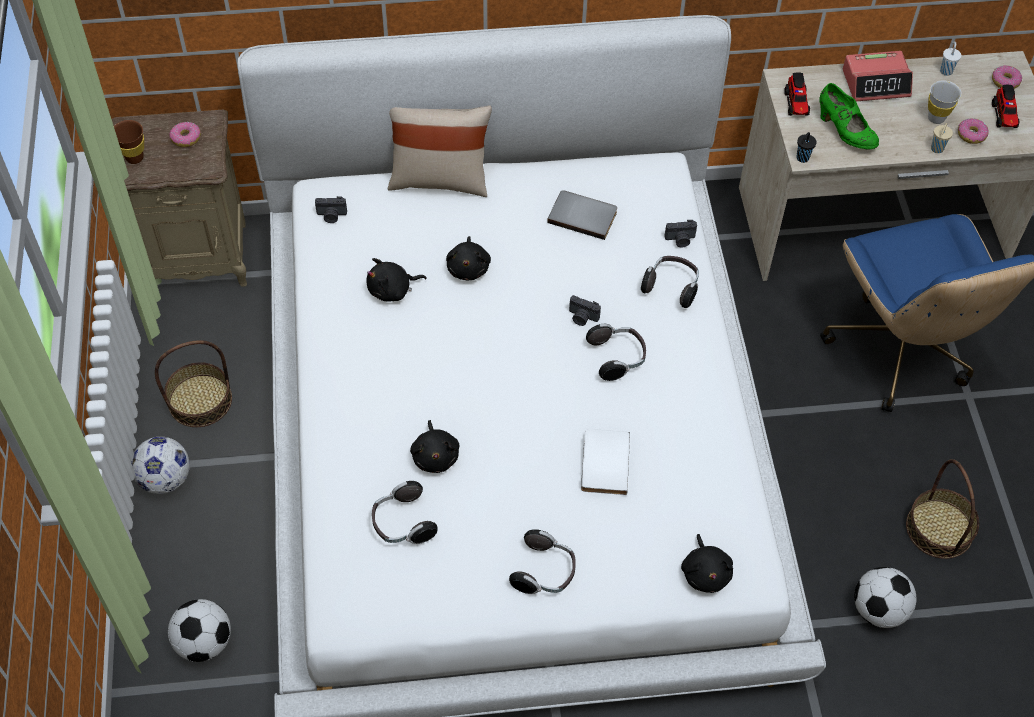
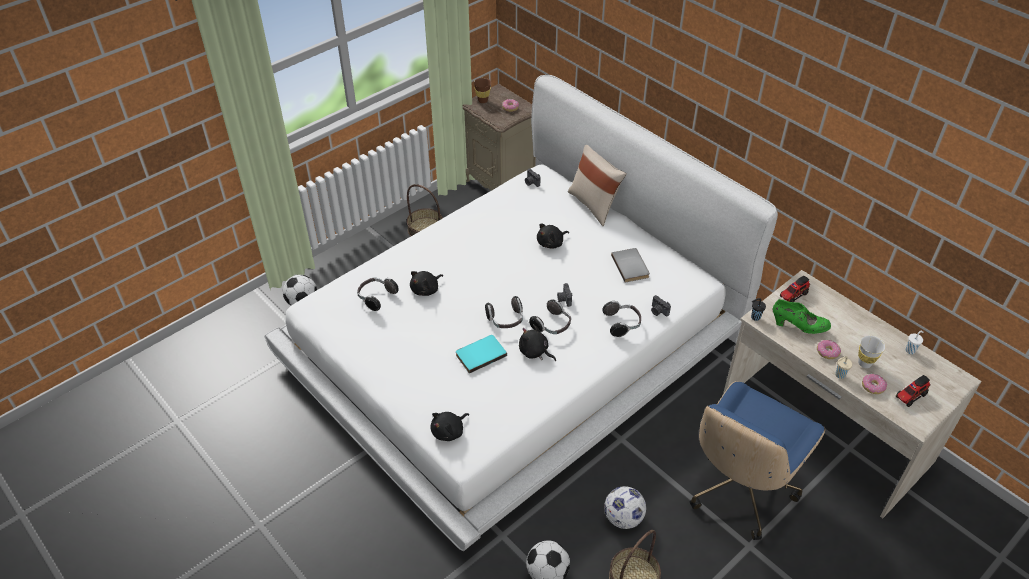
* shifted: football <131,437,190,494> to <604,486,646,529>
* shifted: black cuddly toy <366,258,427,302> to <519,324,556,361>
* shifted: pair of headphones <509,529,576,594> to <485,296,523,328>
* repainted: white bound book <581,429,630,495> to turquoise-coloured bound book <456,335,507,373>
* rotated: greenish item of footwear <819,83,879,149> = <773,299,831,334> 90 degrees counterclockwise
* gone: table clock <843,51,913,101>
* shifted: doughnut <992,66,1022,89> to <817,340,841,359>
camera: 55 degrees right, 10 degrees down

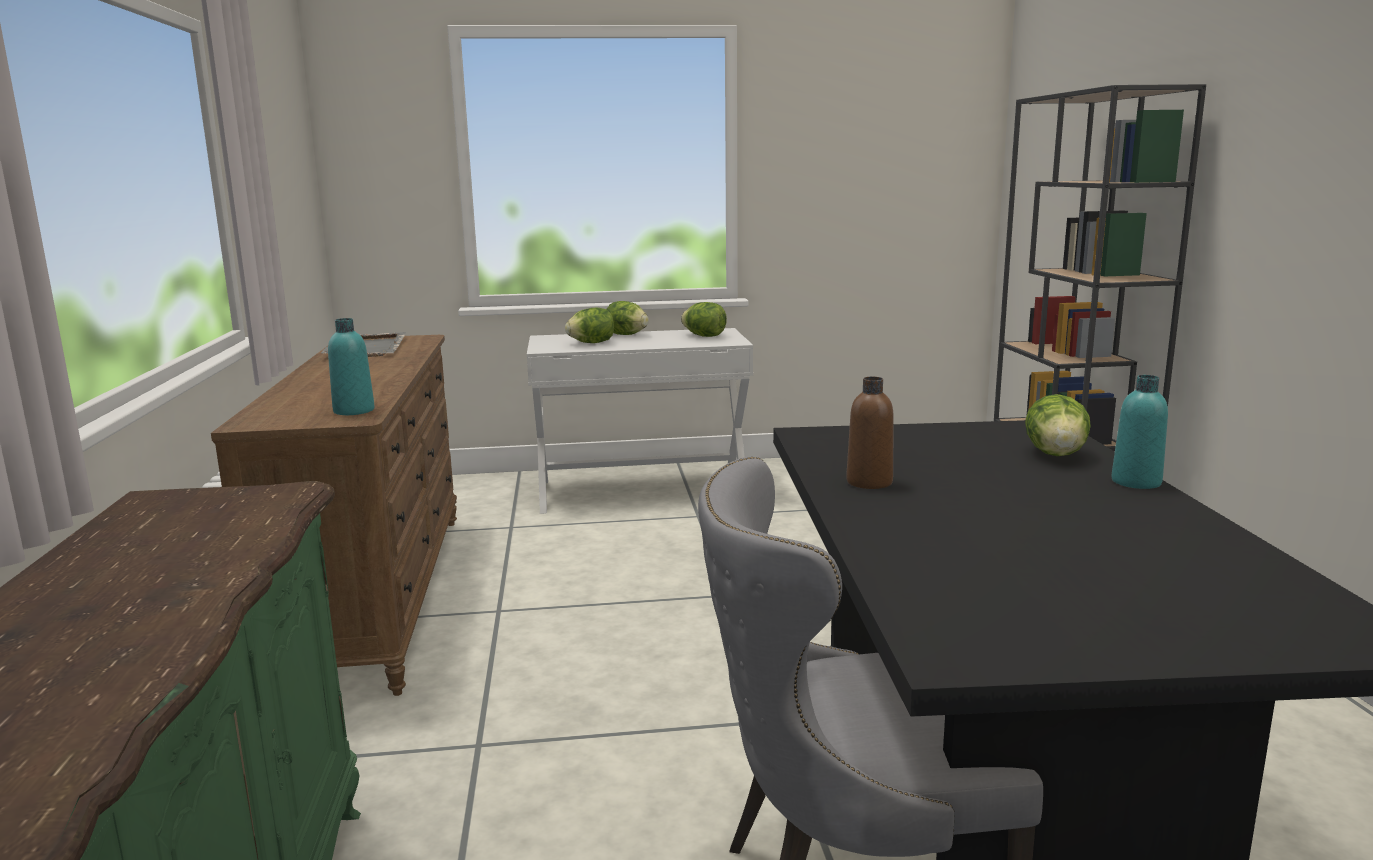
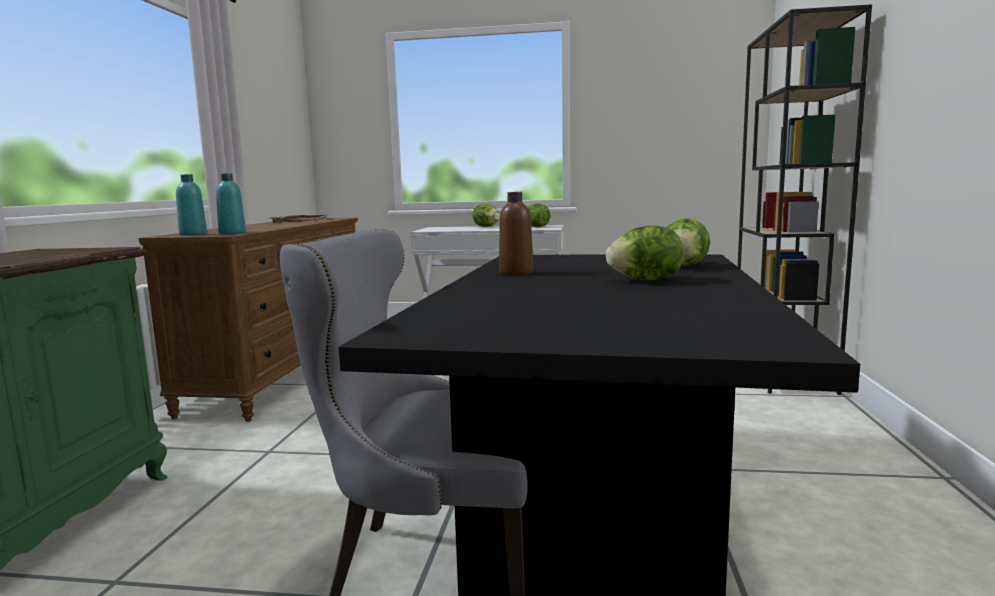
* shifted: head of lettuce <565,307,614,343> to <606,225,683,280>
* shifted: turquoise-coloured drink bottle <1111,375,1168,489> to <176,174,207,235>
camera: 15 degrees right, 5 degrees down

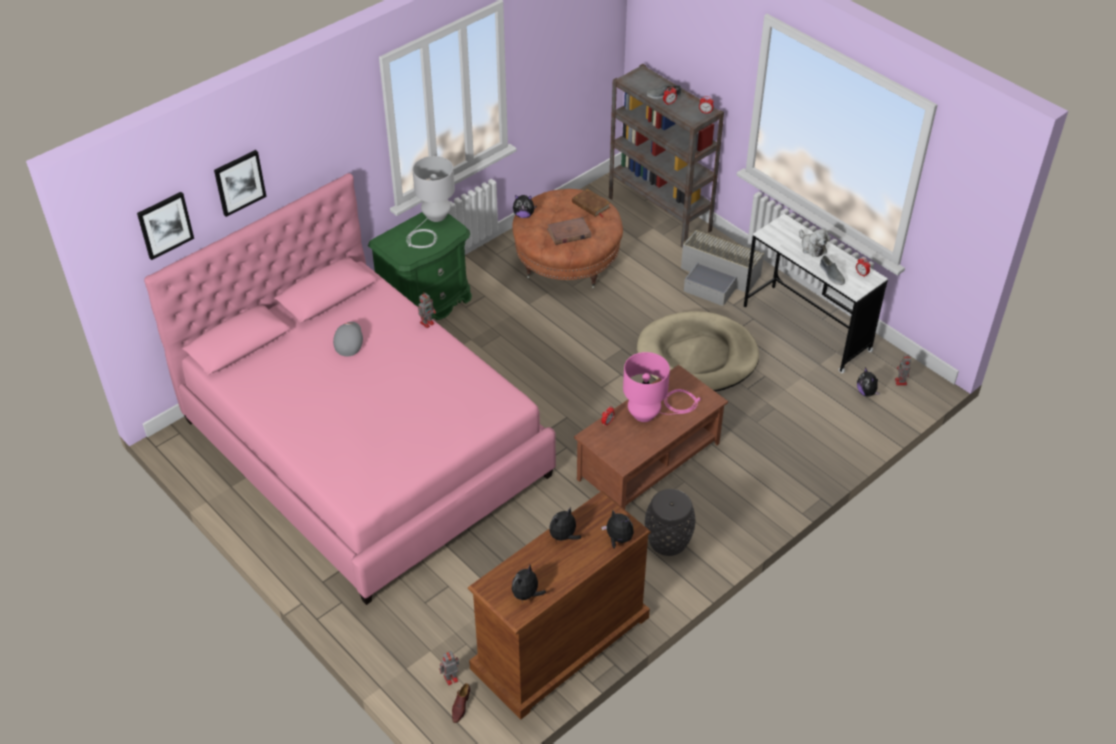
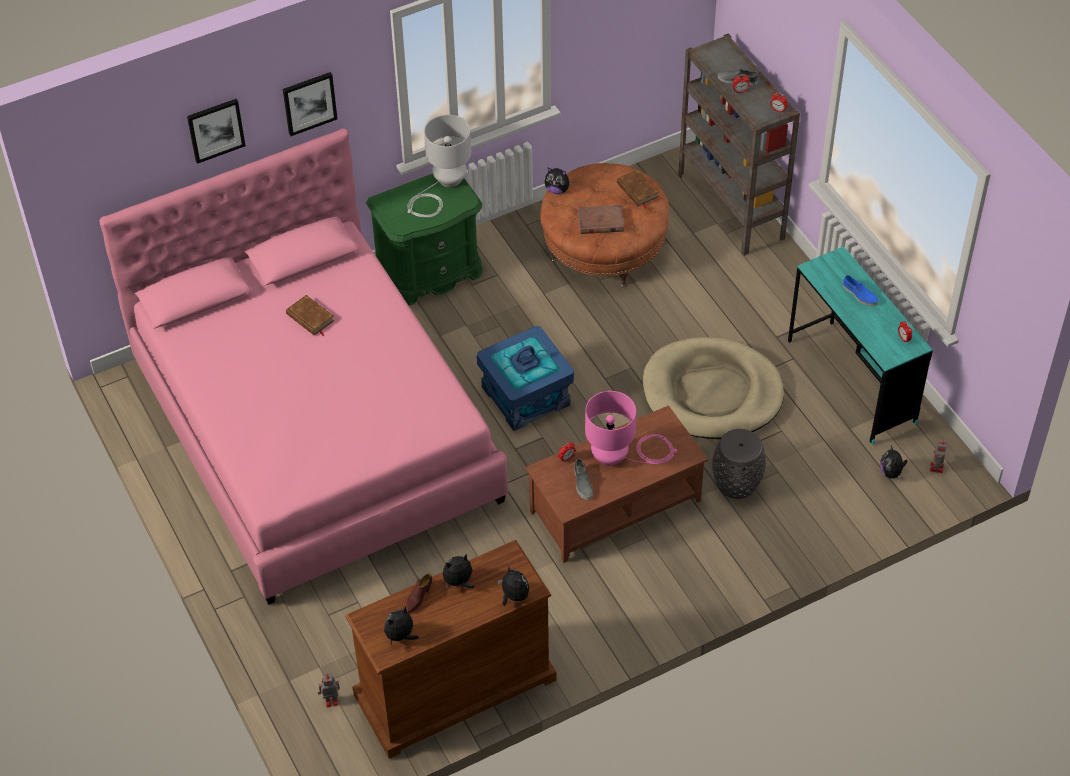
* shifted: picture <137,192,194,260> to <283,72,337,136>
* swapped: greyish baseball cap <333,322,363,357> to brown-coloured bound book <286,295,334,336>
* gone: model robot <418,293,436,328>
* shifted: brown-coloured item of footwear <452,683,470,723> to <406,574,432,613>
* shifted: greyish stool <645,489,695,556> to <712,429,766,499>
* gone: greyish storage box <681,228,764,306>
* repainted: white desk unit <744,214,888,373> to turquoise-coloured desk unit <788,246,933,445>
* swapped: cuddly toy <799,229,830,257> to blue-coloured item of footwear <843,275,878,306>
* shifted: greyish item of footwear <820,256,845,285> to <574,459,593,500>
* new: blue-coloured storage box <477,326,574,431>
camera: 15 degrees right, 5 degrees up

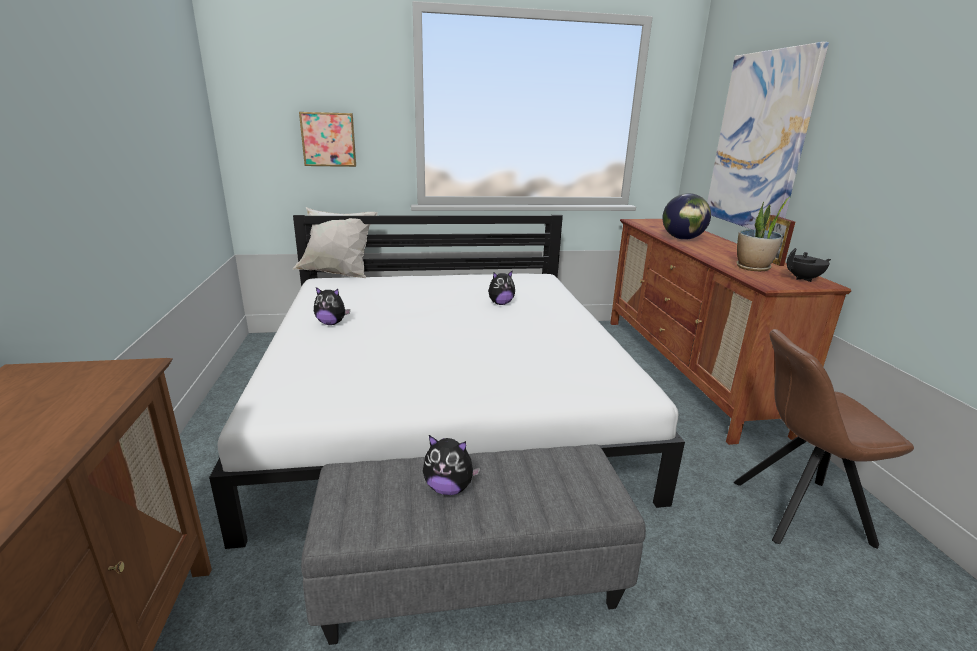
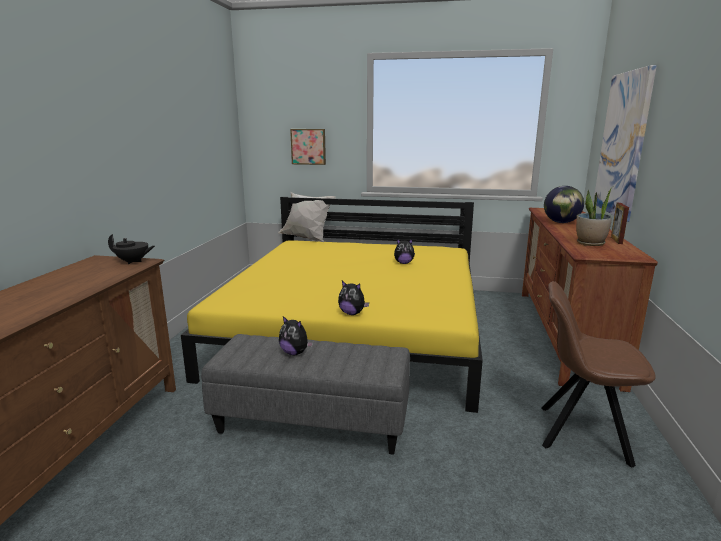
* repainted: white bed <209,215,685,549> to yellow-coloured bed <181,197,483,413>
* shifted: cuddly toy <314,287,350,325> to <338,281,369,315>
* shifted: black tea pot <787,248,831,282> to <108,234,155,264>
camera: 20 degrees right, 5 degrees down

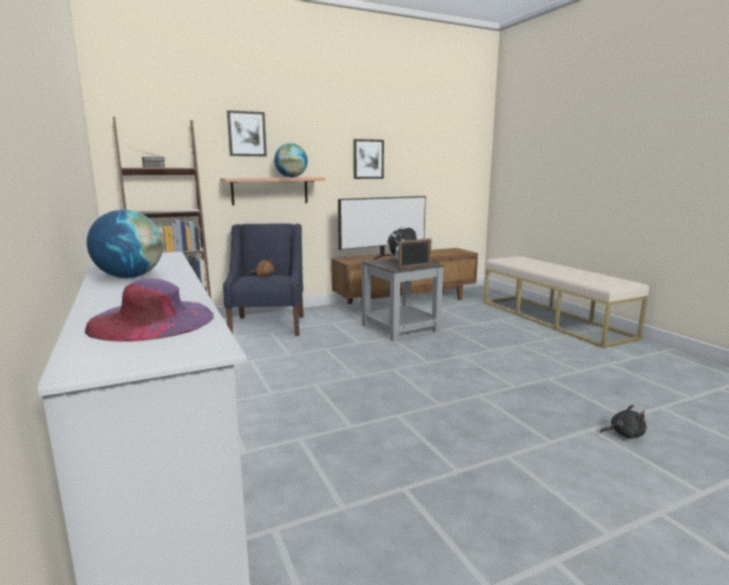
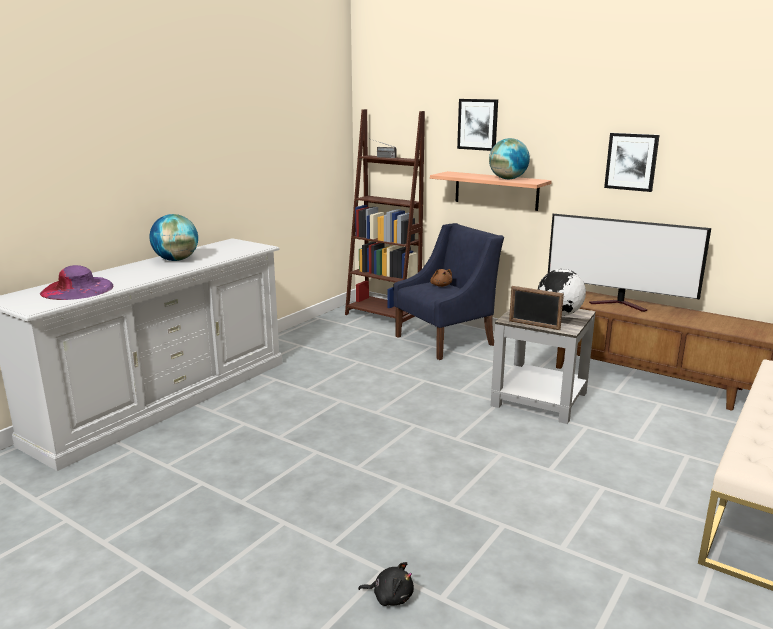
* rotated: black cuddly toy <600,405,646,439> = <358,562,414,606> 45 degrees counterclockwise
camera: 60 degrees right, 5 degrees up

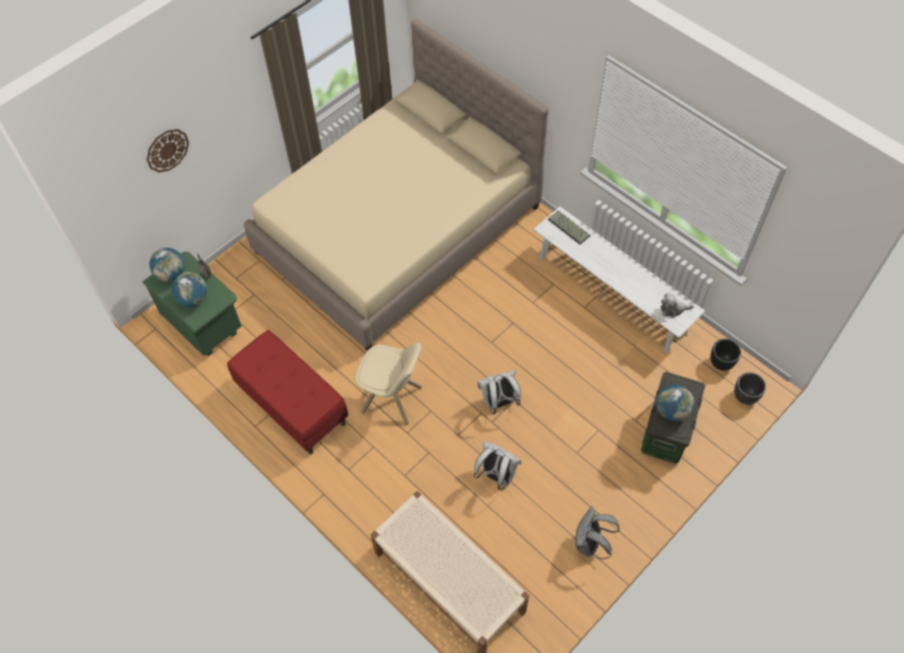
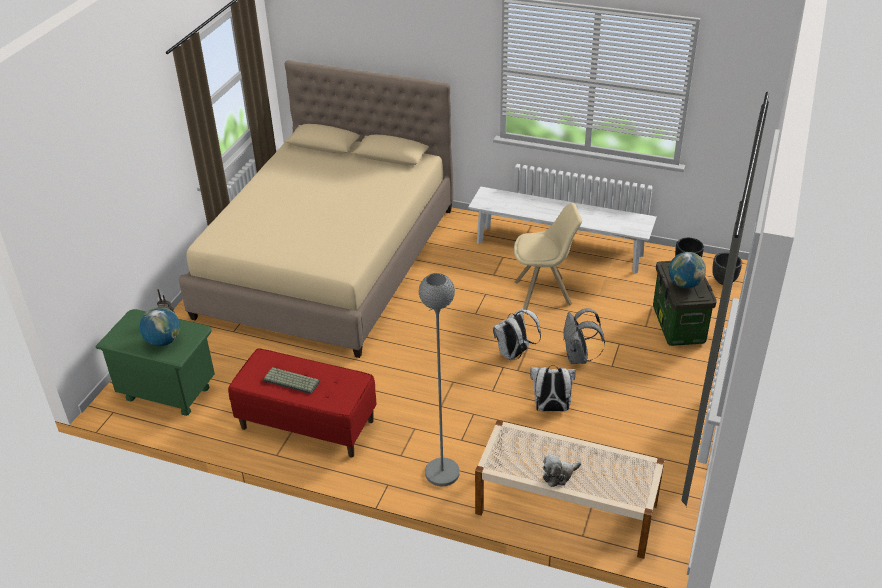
* gone: clock on the wall <147,129,189,172>
* gone: globe <149,248,185,282>
* shifted: beige-coloured chair <355,343,422,425> to <514,203,582,310>
* shifted: computer keyboard <548,210,591,245> to <263,367,320,394>
* shifted: greyish backpack <575,506,620,559> to <563,308,605,364>
* shifted: cuddly toy <661,293,694,318> to <543,454,581,487>
* new: greyish standing lamp <419,273,460,486>
camera: 25 degrees left, 20 degrees down

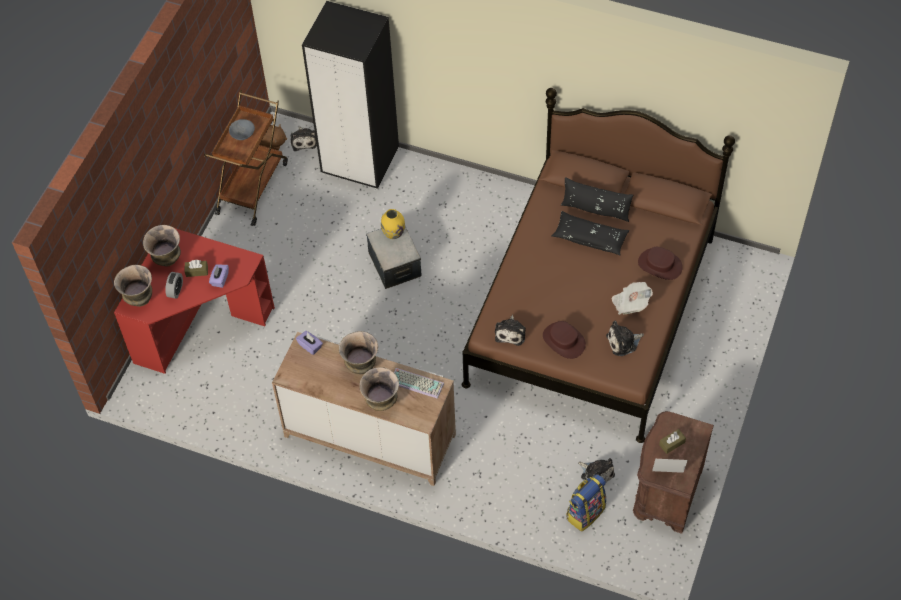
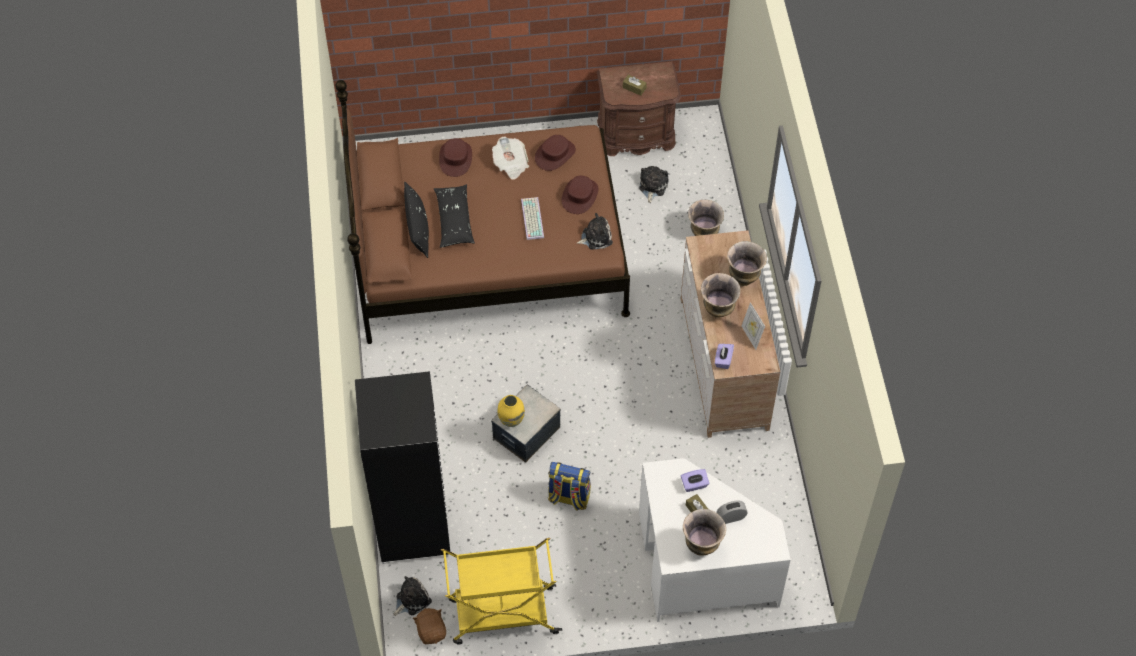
* repainted: reddish desk unit <114,228,275,374> to white desk unit <639,458,791,622>
* shifted: flower vase <114,265,152,307> to <688,200,724,236>
* repainted: brown-coloured trolley <204,90,288,226> to yellow-coloured trolley <440,538,562,645>
* gone: greyish bowl <229,119,255,140>
* shifted: computer keyboard <394,368,444,399> to <521,197,544,240>
* shifted: backpack <566,474,606,532> to <548,462,591,511>
* swapped: cuddly toy <606,321,644,356> to brown-coloured wearable hat <535,135,576,171>
* shifted: photo frame <652,459,688,473> to <742,302,765,350>
camera: 120 degrees left, 0 degrees up

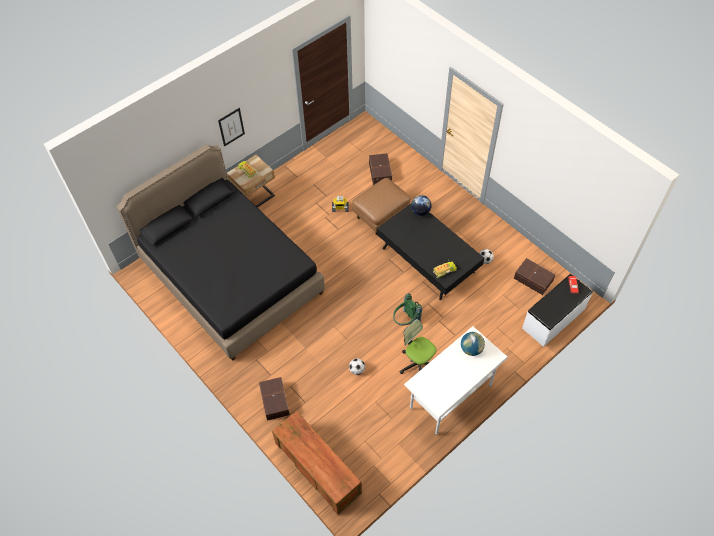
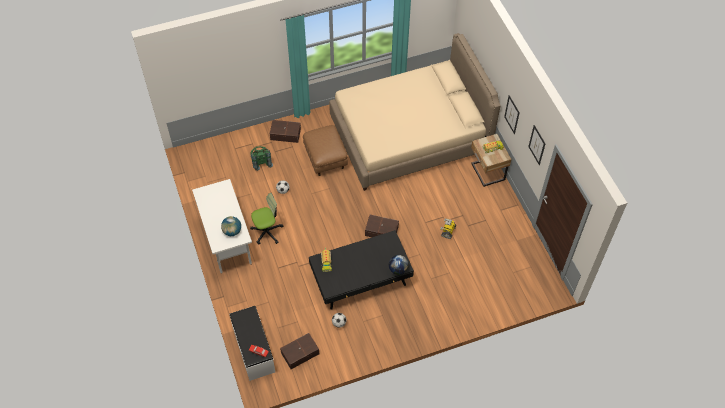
* repainted: black bed <117,144,325,361> to beige-coloured bed <329,33,501,191>
* gone: brown-coloured long seat <272,411,362,515>
* shifted: brown-coloured pouffe <352,178,411,235> to <303,125,348,176>
* shifted: brown-coloured storage box <369,153,392,185> to <365,215,399,237>
* shifted: greenish backpack <393,293,422,325> to <250,146,273,171>
* new: picture <528,125,545,165>
camera: 110 degrees right, 0 degrees up

